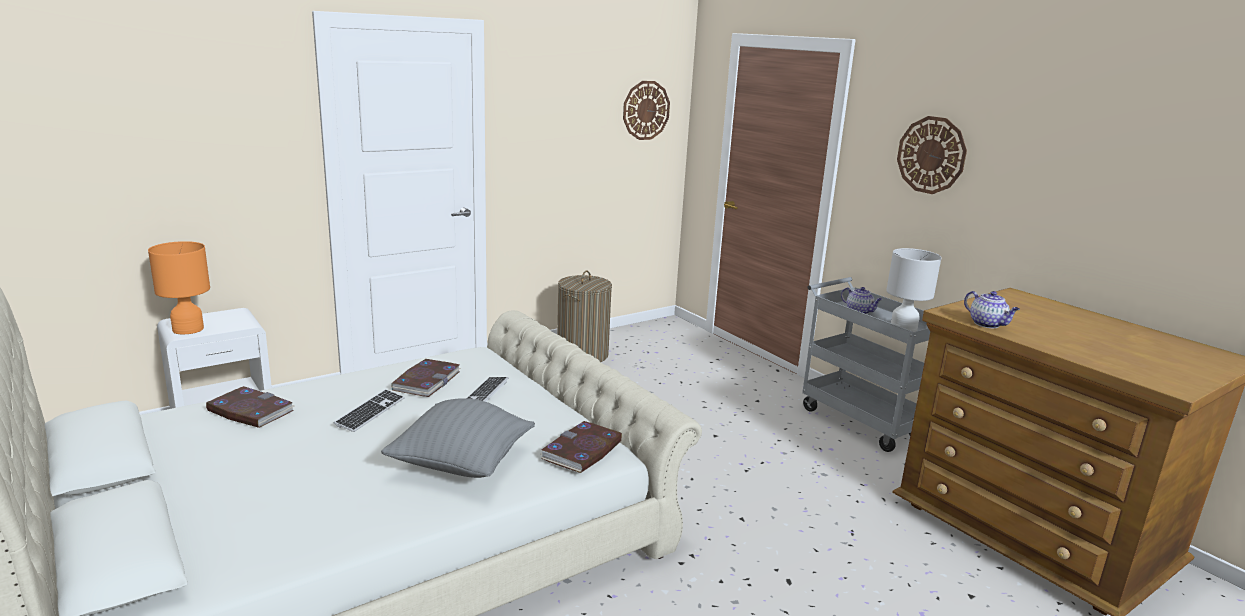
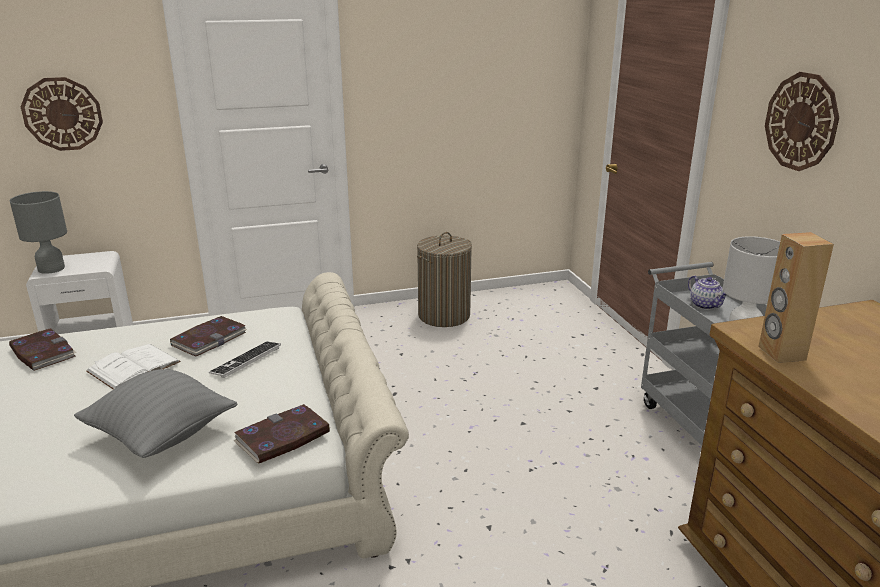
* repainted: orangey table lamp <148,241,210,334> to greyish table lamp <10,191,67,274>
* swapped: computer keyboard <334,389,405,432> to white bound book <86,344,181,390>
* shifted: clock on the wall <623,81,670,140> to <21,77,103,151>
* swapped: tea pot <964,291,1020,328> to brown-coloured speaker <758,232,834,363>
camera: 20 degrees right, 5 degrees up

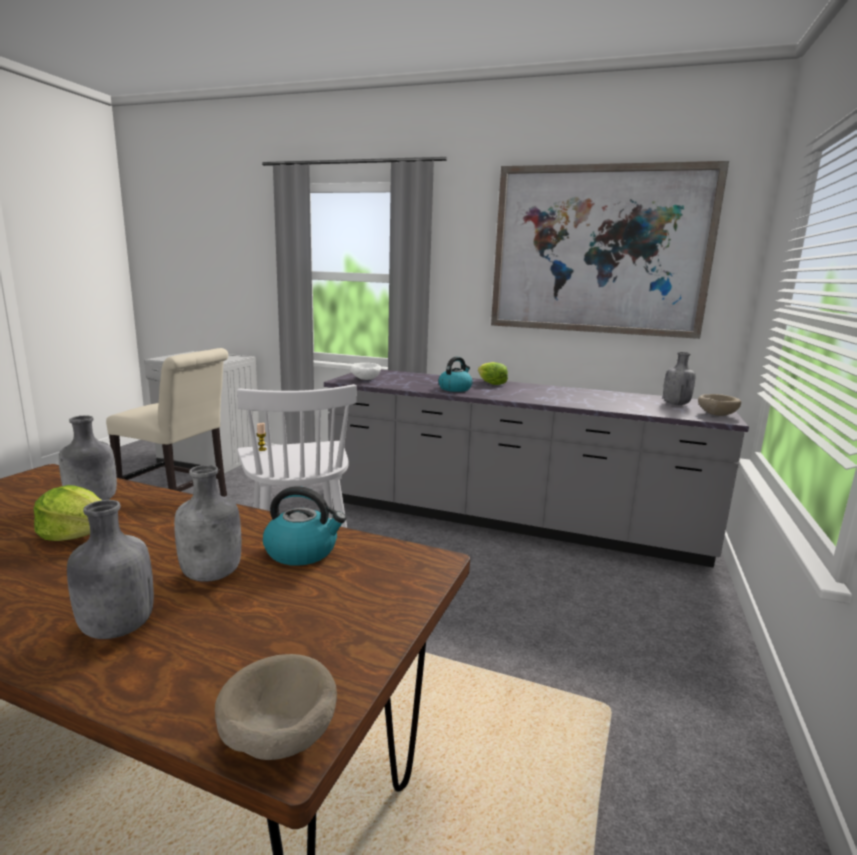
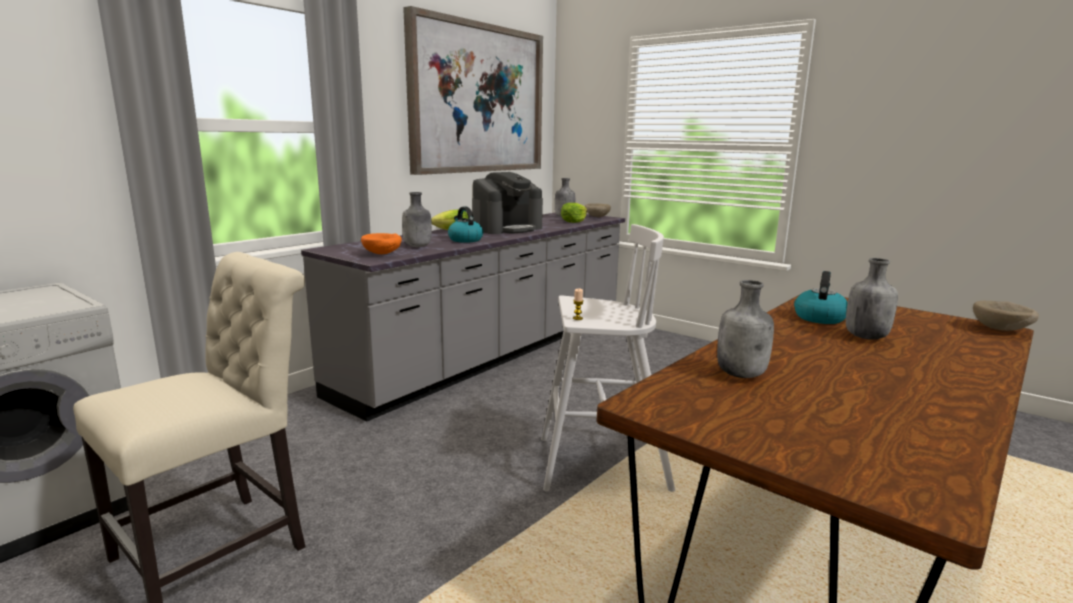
* shifted: head of lettuce <33,485,101,541> to <561,203,587,223>
* shifted: greyish drink bottle <67,500,154,639> to <402,192,432,247>
* repainted: white bowl <350,363,381,380> to orangey bowl <361,233,402,254>
* new: coffee machine <472,172,543,234>
camera: 70 degrees left, 0 degrees up

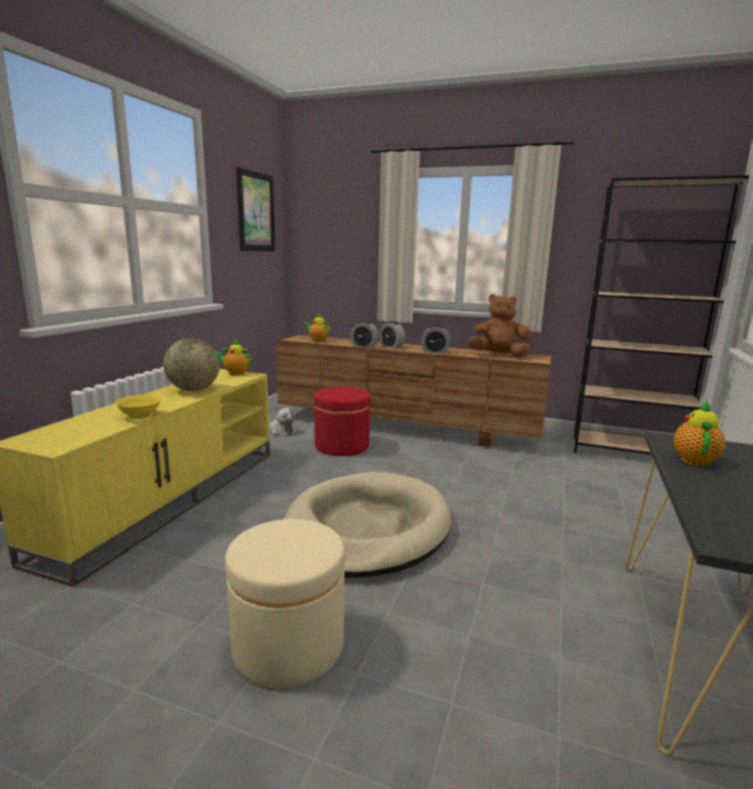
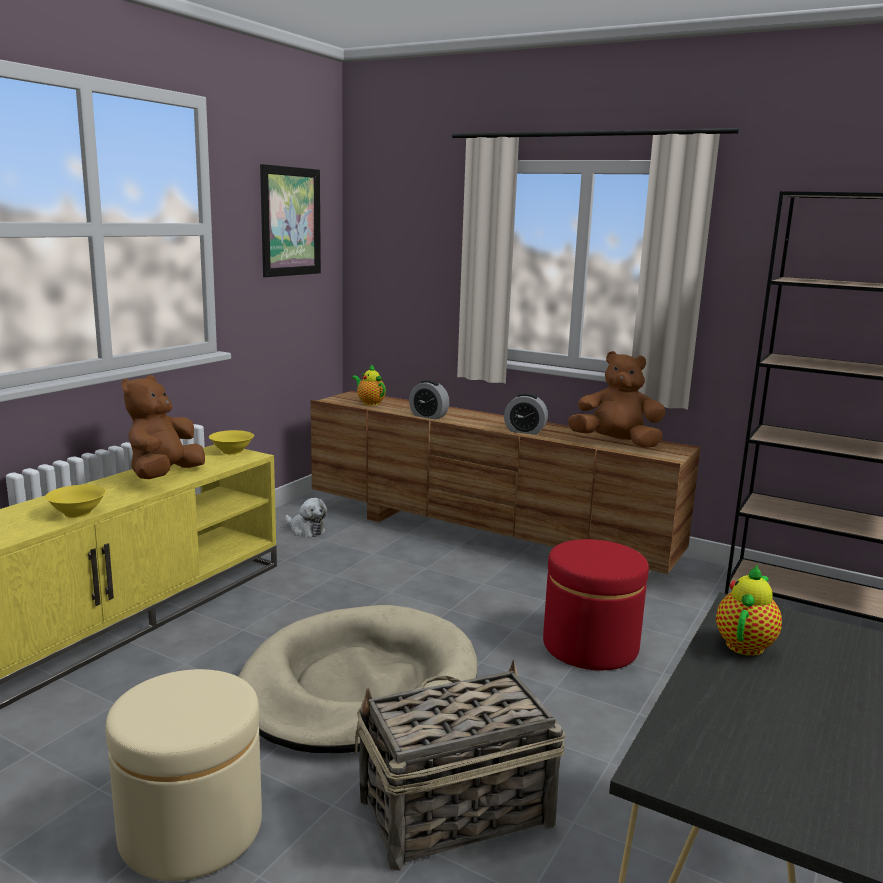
* swapped: globe <163,338,220,391> to brown-coloured cuddly toy <122,375,205,479>
* swapped: tea pot <216,340,253,375> to yellow-coloured bowl <209,430,254,455>
* shifted: reddish pouffe <314,386,371,456> to <543,539,649,670>
* gone: table clock <379,321,405,349>
* new: household basket <355,660,565,871>
camera: 10 degrees right, 0 degrees up

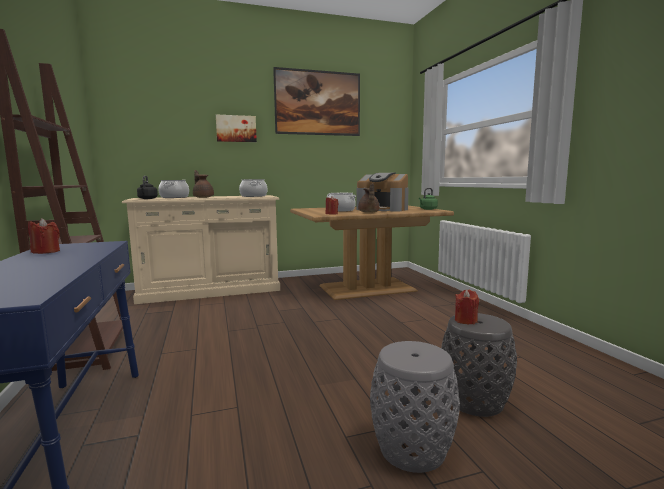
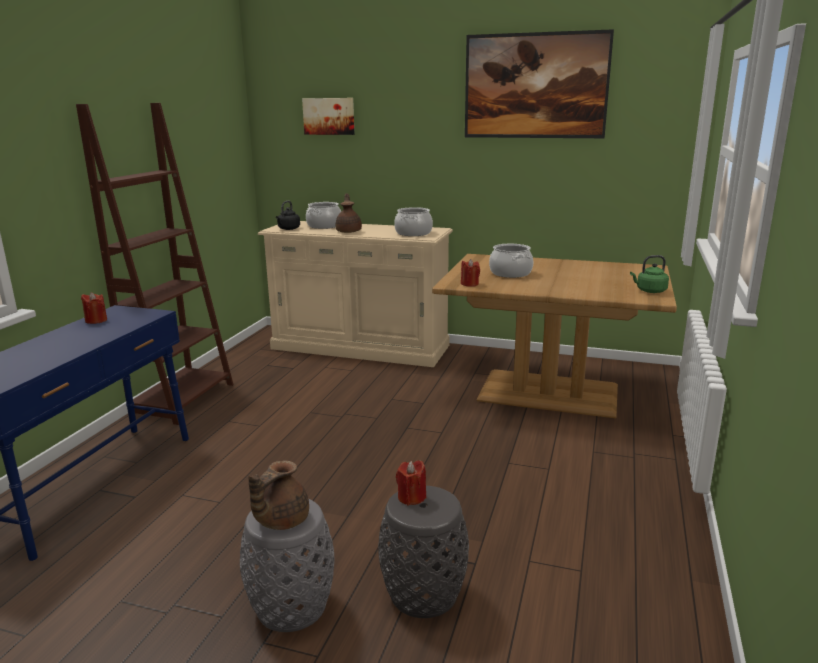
* shifted: picture <216,115,257,142> to <302,98,355,135>
* gone: coffee machine <356,173,409,212>
* shifted: brown-coloured tea pot <358,183,379,213> to <248,460,309,530>
camera: 35 degrees right, 10 degrees up

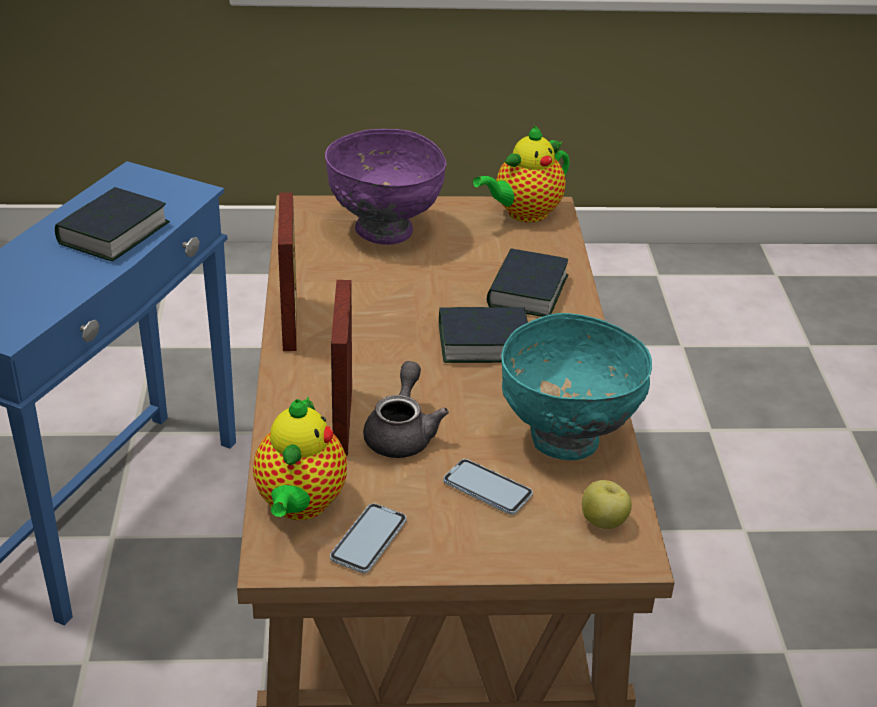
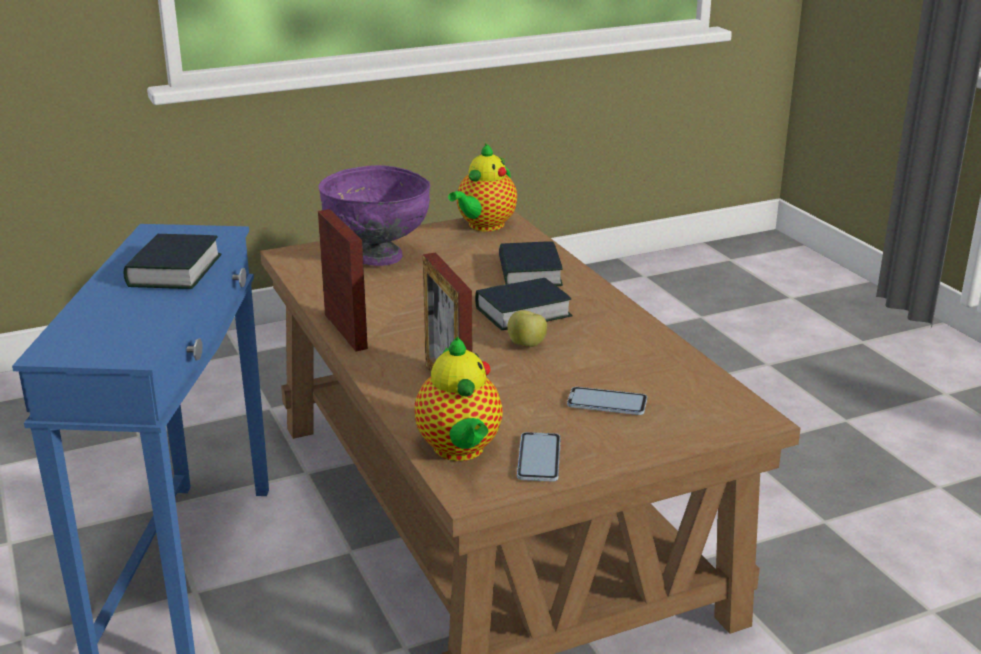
* gone: greyish tea pot <363,361,449,458>
* gone: turquoise-coloured bowl <501,313,652,460>
* shifted: apple fruit <582,480,632,529> to <507,310,547,347>
camera: 20 degrees left, 10 degrees down

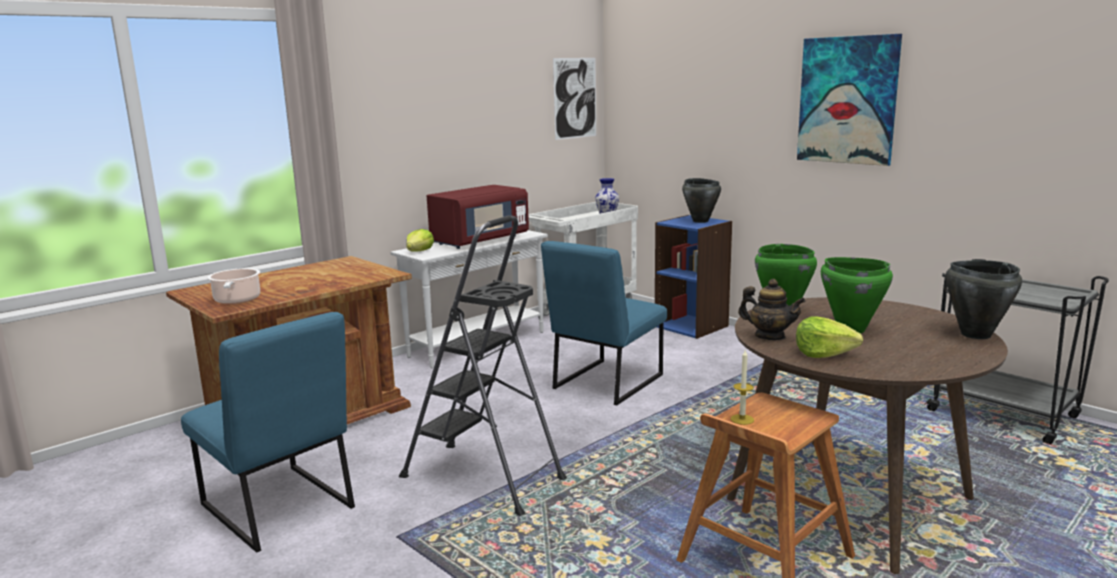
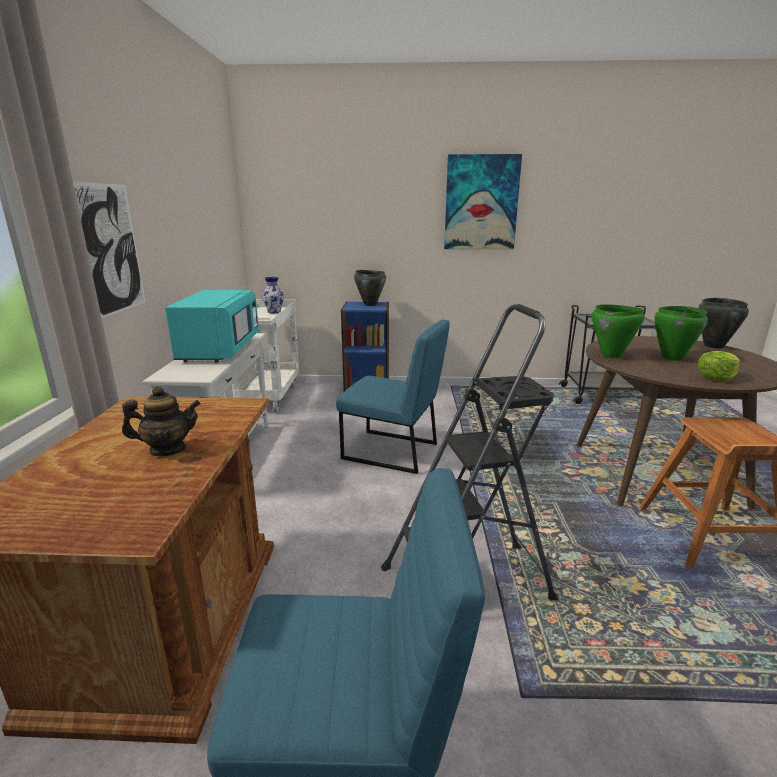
* gone: stockpot <207,268,260,304>
* gone: head of lettuce <406,229,434,252>
* repainted: reddish microwave oven <427,185,529,249> to turquoise-coloured microwave oven <165,290,259,362>
* rotated: blue-coloured chair <541,241,667,405> = <336,319,450,474> 60 degrees counterclockwise
* shifted: picture <553,58,596,140> to <73,182,146,319>
* gone: wax light <731,350,754,425>
* shifted: tea pot <738,279,805,340> to <122,386,201,457>
camera: 45 degrees left, 5 degrees up

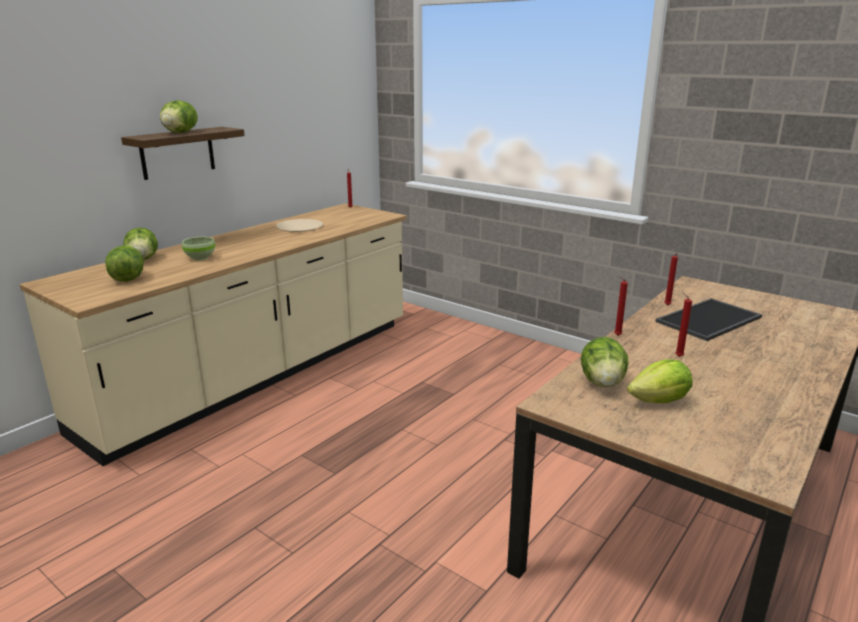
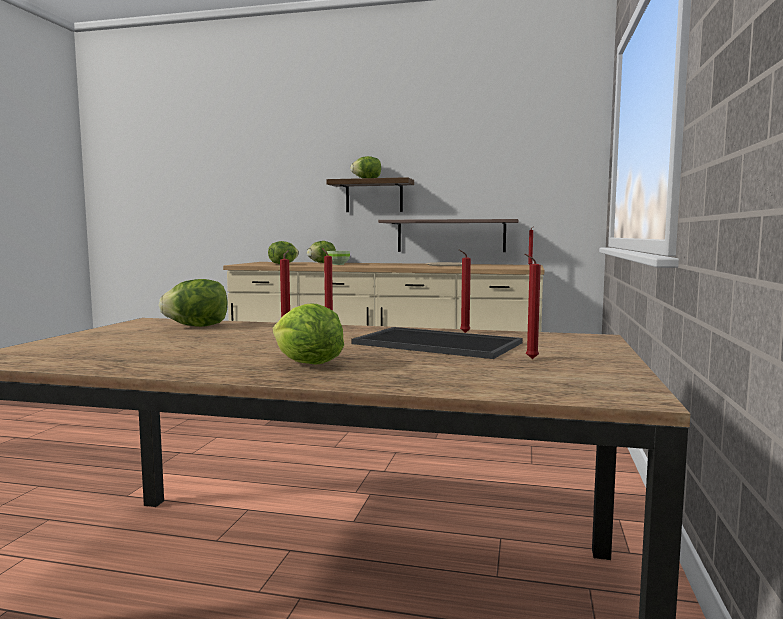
* shifted: head of lettuce <627,359,693,403> to <273,304,344,365>
* new: wall shelf <378,219,519,252>
* new: reddish wax light <524,254,541,359>
camera: 65 degrees right, 15 degrees down

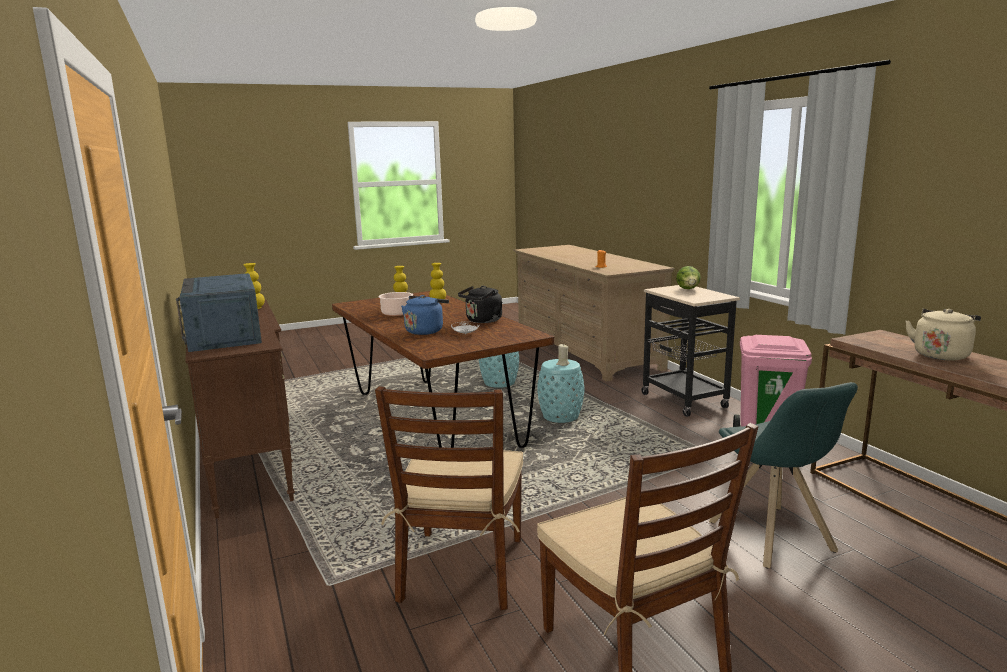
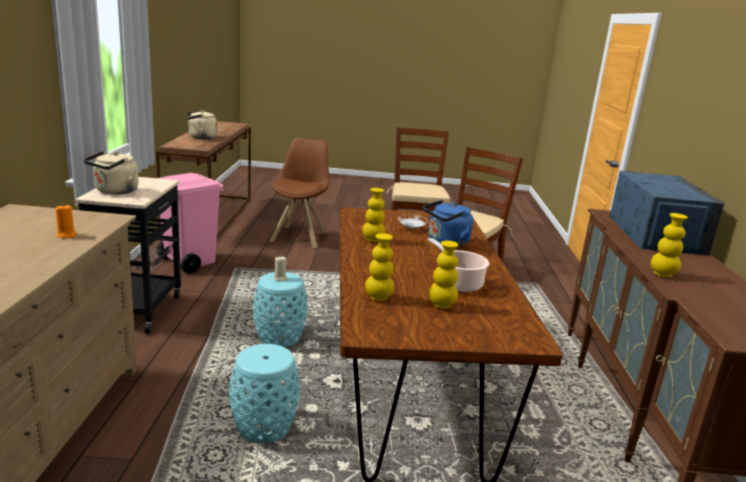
* swapped: black kettle <458,286,502,323> to yellow-coloured flower vase <362,188,385,242>
* swapped: head of lettuce <676,266,701,289> to beige-coloured kettle <83,151,139,195>
* repainted: turquoise-coloured chair <709,382,858,568> to brown-coloured chair <269,138,330,249>
camera: 155 degrees left, 5 degrees up

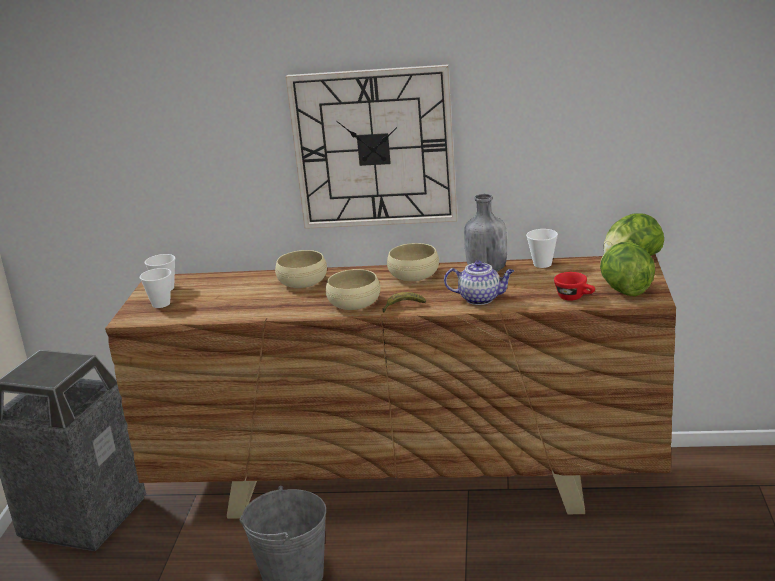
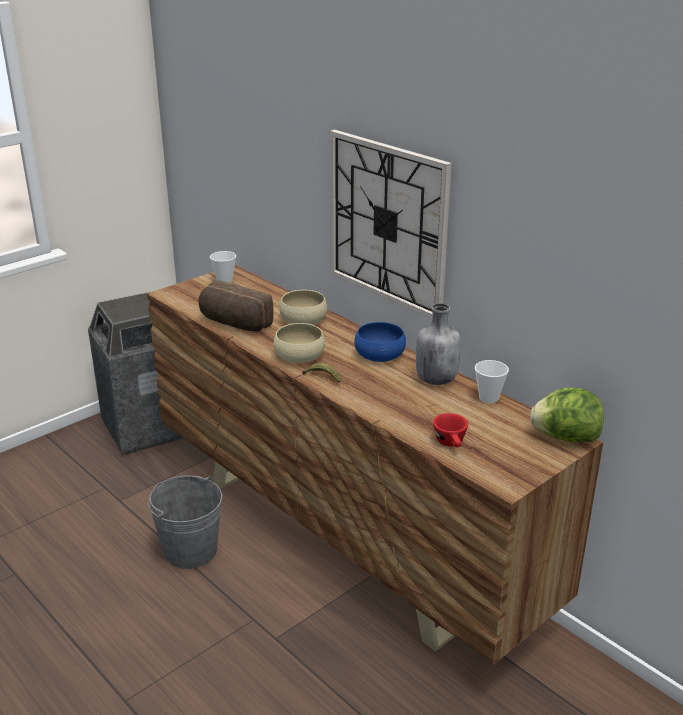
* gone: cup <140,268,171,308>
* repainted: beige-coloured bowl <387,243,439,281> to blue-coloured bowl <354,322,406,362>
* gone: tea pot <444,260,514,305>
* gone: head of lettuce <600,242,655,296>
* new: bread <199,281,274,331>
camera: 40 degrees right, 5 degrees up

